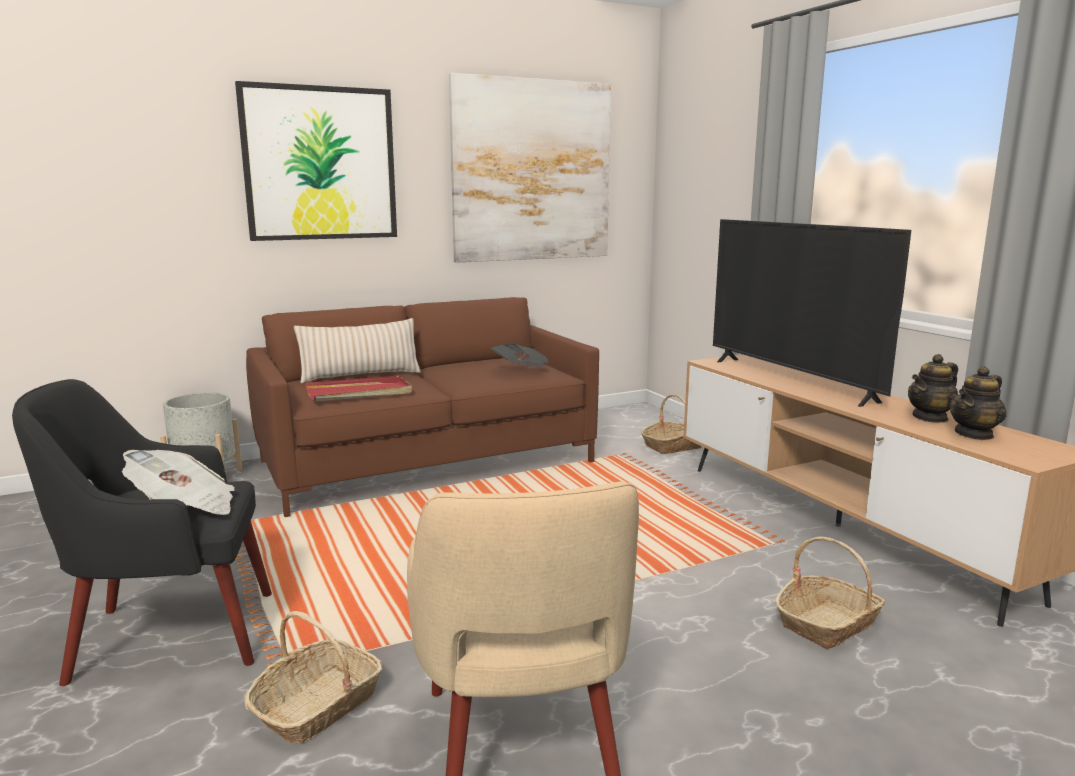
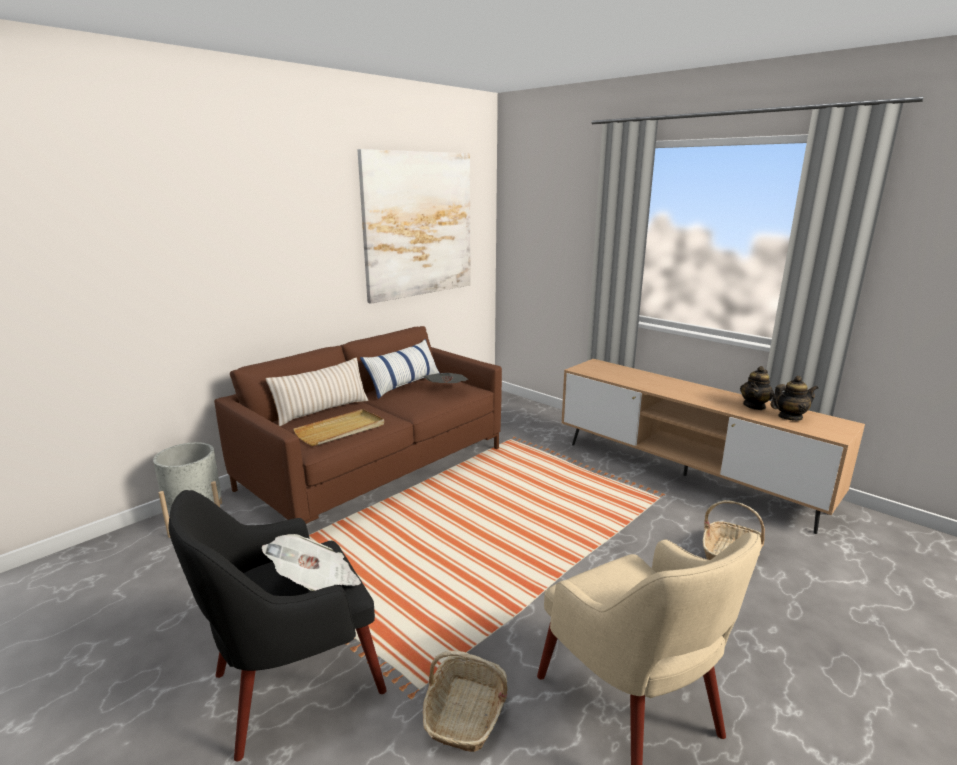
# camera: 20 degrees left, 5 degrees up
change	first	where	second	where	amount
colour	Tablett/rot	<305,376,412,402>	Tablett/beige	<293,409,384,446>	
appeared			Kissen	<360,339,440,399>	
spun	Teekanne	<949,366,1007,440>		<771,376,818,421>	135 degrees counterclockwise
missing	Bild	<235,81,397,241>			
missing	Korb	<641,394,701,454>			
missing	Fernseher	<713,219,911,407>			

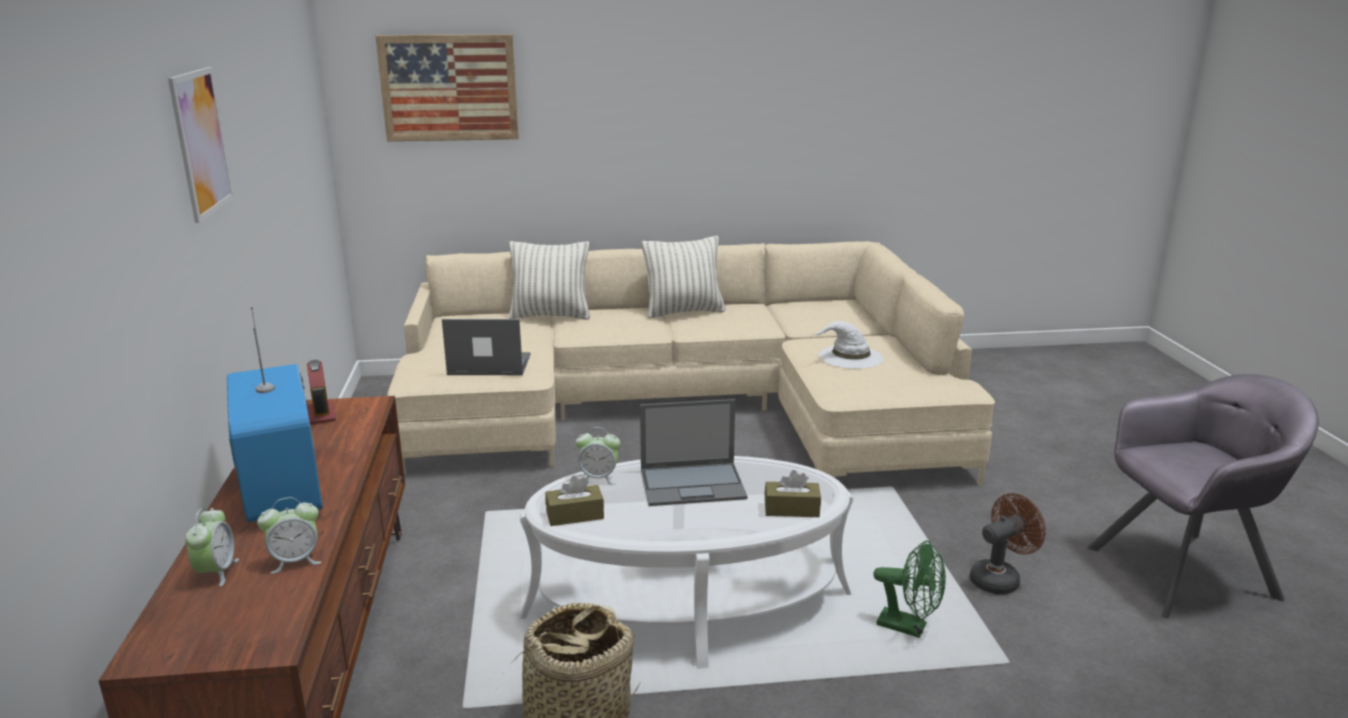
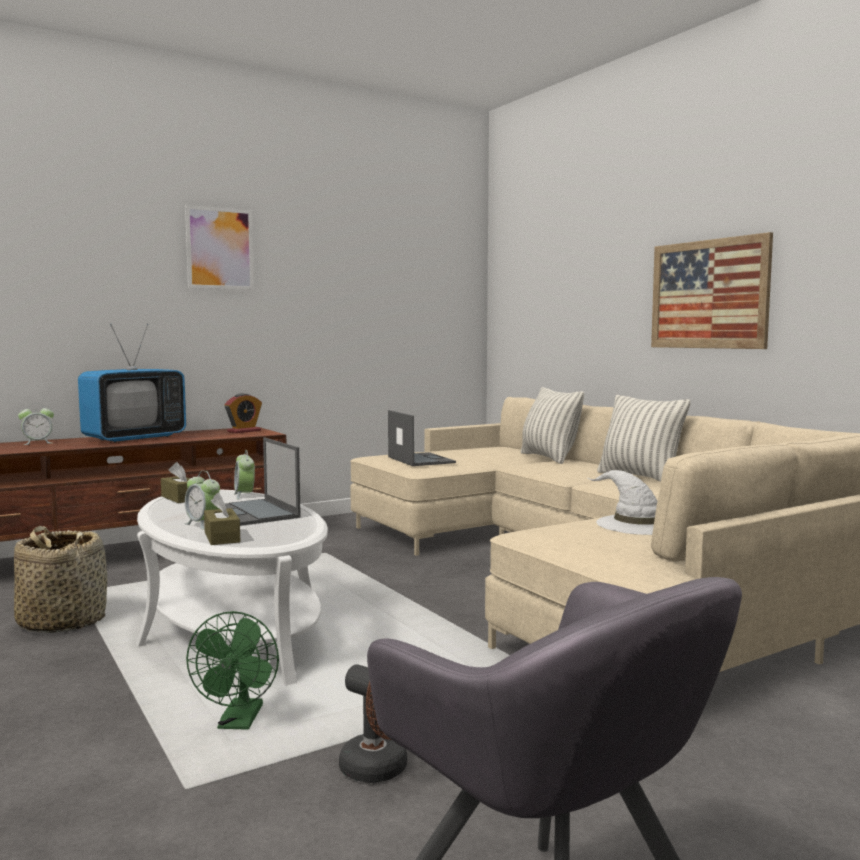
# camera: 65 degrees right, 15 degrees down
change	first	where	second	where	amount
relocated	Wecker	<257,497,322,574>		<185,471,220,530>	
relocated	Bild	<375,34,519,142>		<651,232,773,349>	

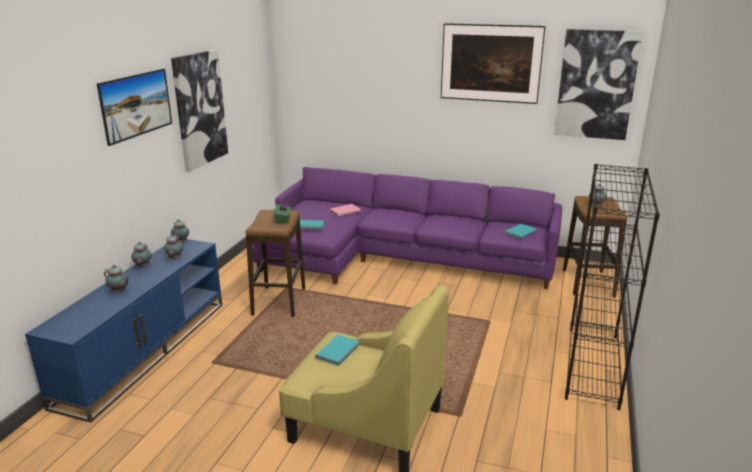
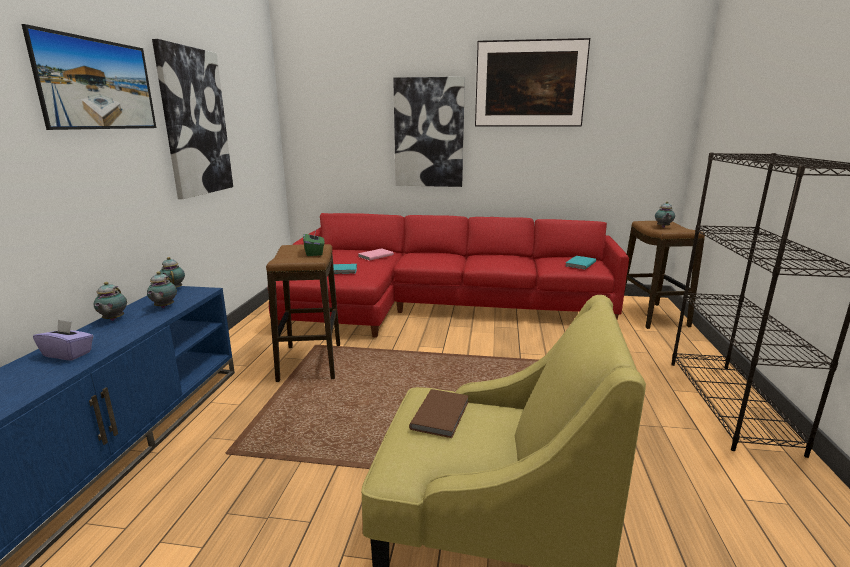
# camera: 10 degrees left, 5 degrees down
change	first	where	second	where	amount
exchanged	Teekanne	<104,265,130,292>	Taschentuchbox/lila	<33,319,93,360>	
colour	Sofa/lila	<253,167,562,289>	Sofa/rot	<268,213,629,338>	
relocated	Bild	<554,29,643,140>		<393,77,465,187>	
colour	Buch/türkis	<315,335,360,366>	Buch/braun	<409,389,469,438>	

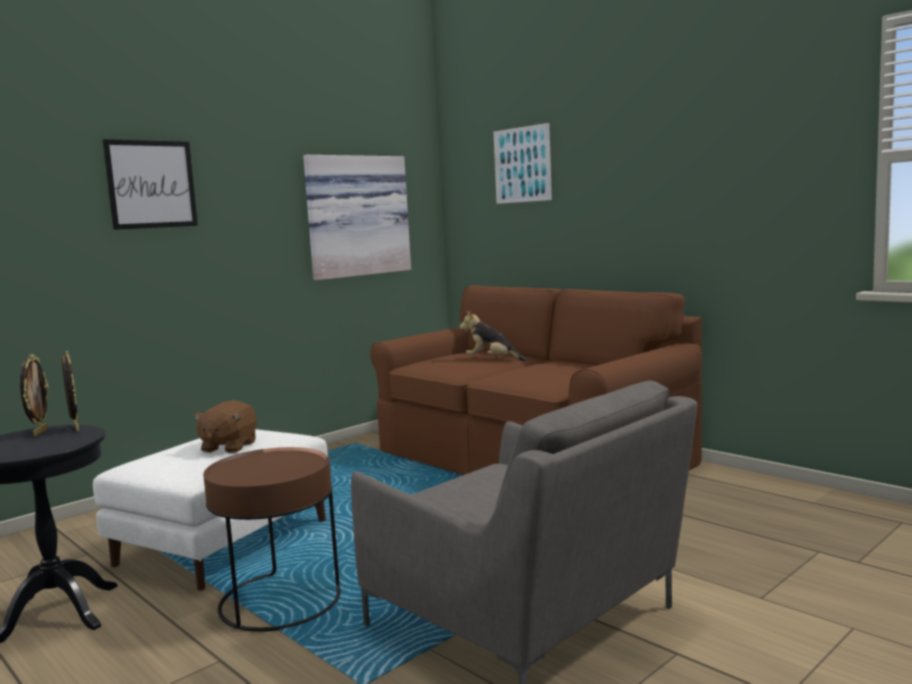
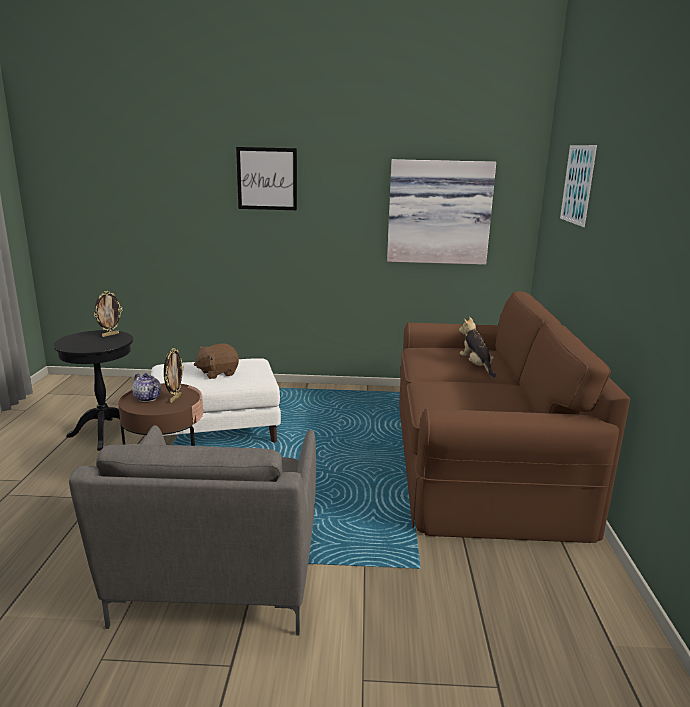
# camera: 45 degrees right, 10 degrees up
change	first	where	second	where	amount
appeared			Teekanne	<132,373,161,402>	
relocated	Bilderrahmen	<62,351,79,431>		<164,348,184,403>	

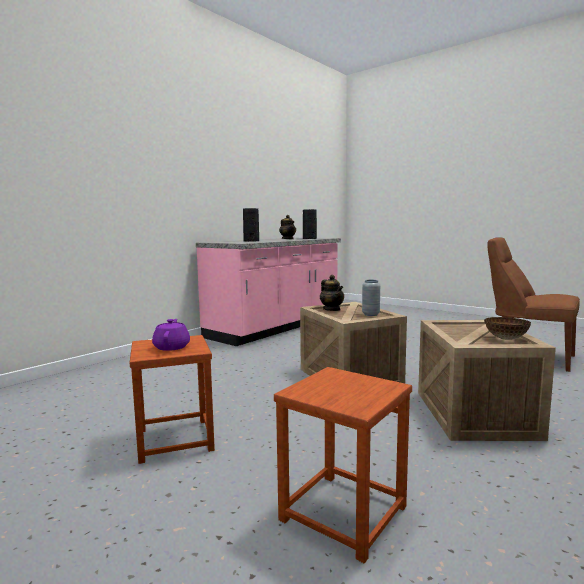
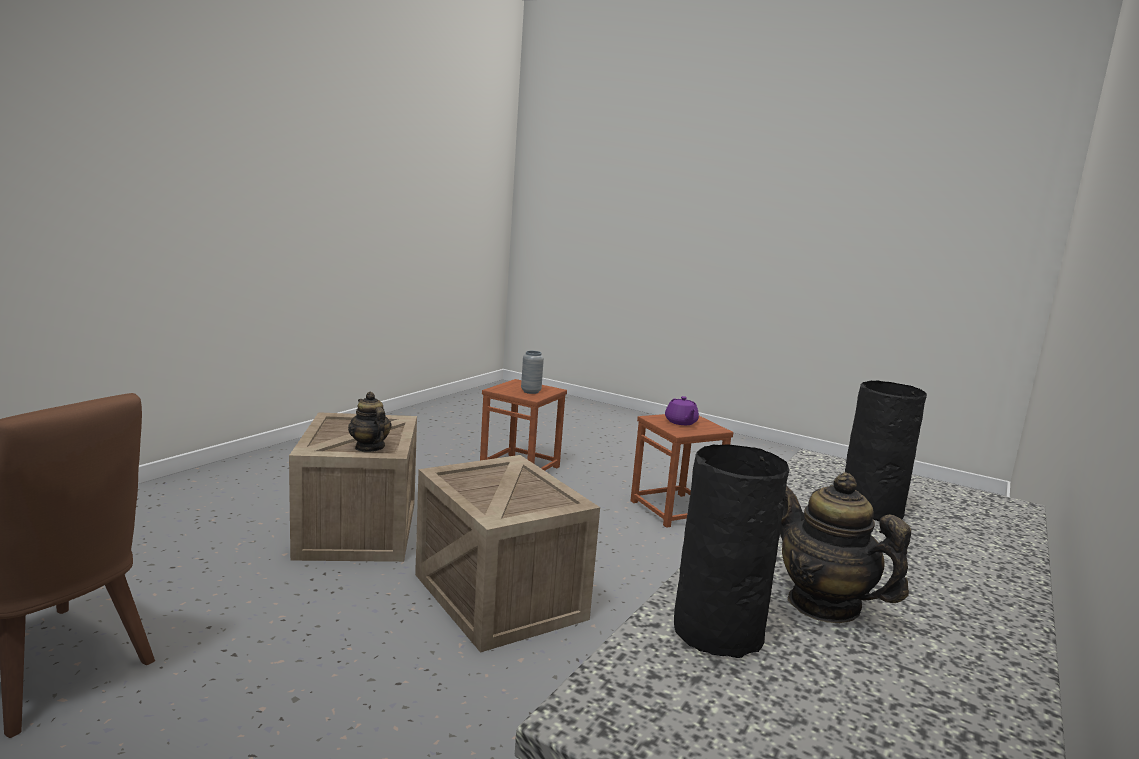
# camera: 170 degrees right, 5 degrees up
change	first	where	second	where	amount
relocated	Teekanne	<320,275,344,311>		<348,392,392,452>	
relocated	Vase/grau	<362,280,380,316>		<521,351,544,394>	
missing	Schüssel	<484,317,531,340>			

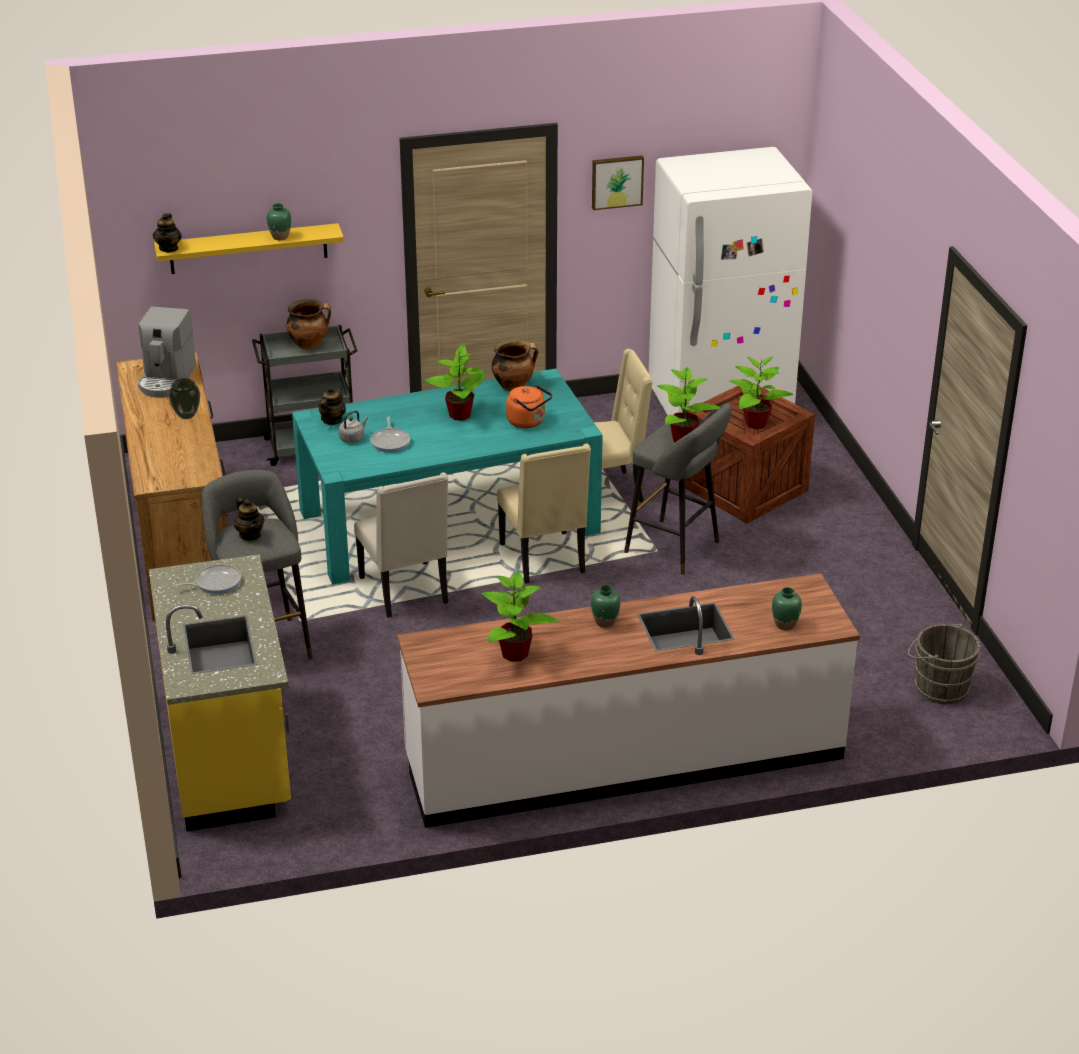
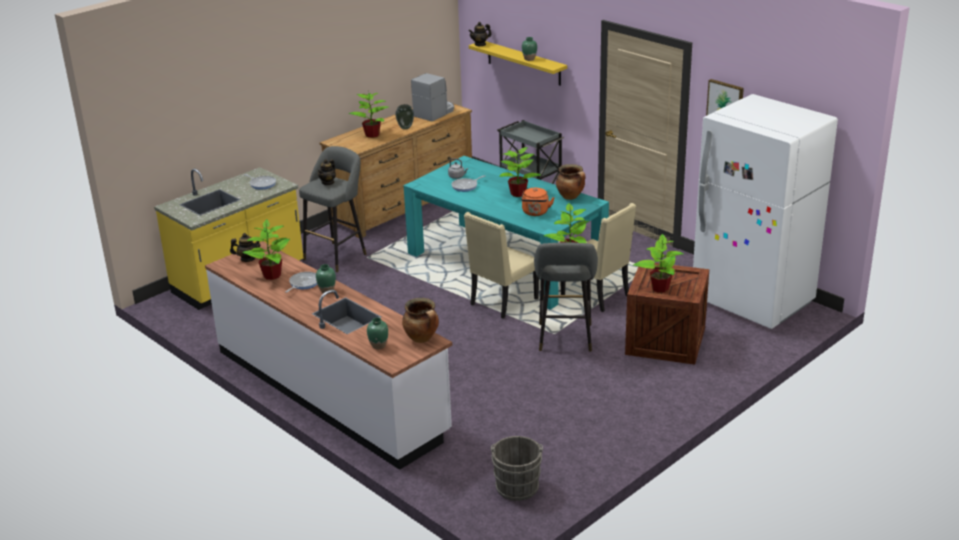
# camera: 60 degrees right, 5 degrees down
change	first	where	second	where	amount
relocated	Teekanne	<318,386,346,425>		<230,233,260,262>	
appeared			Pfanne	<285,272,318,293>	
appeared			Topfpflanze	<348,93,388,138>	
relocated	Kochtopf	<287,299,331,350>		<402,298,439,343>	
spun	Kaffeemaschine	<138,306,196,398>		<411,73,454,121>	150 degrees clockwise
missing	Stuhl/beige	<354,472,448,617>			

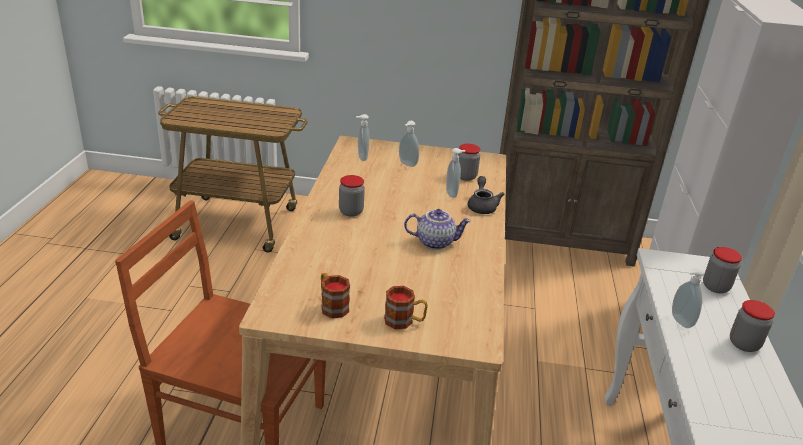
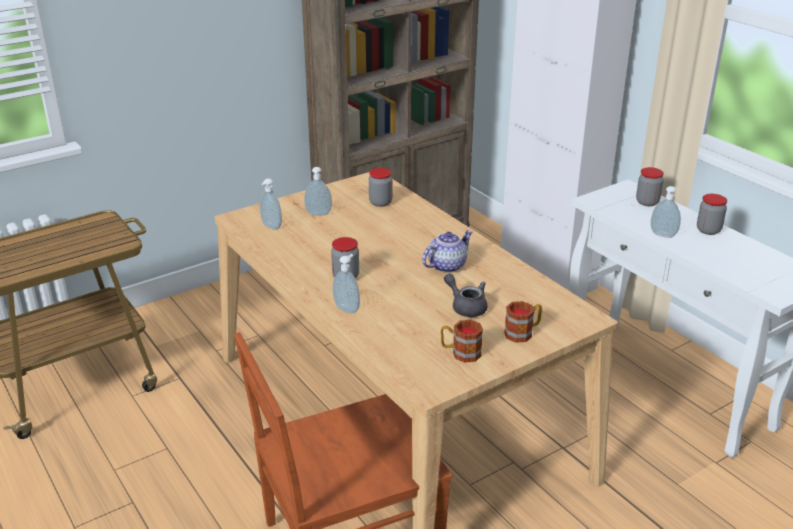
# camera: 40 degrees left, 0 degrees up
change	first	where	second	where	amount
relocated	Seifenspender	<446,148,465,198>		<333,254,360,314>	
relocated	Teekanne/grau	<468,176,504,214>		<444,273,488,317>	

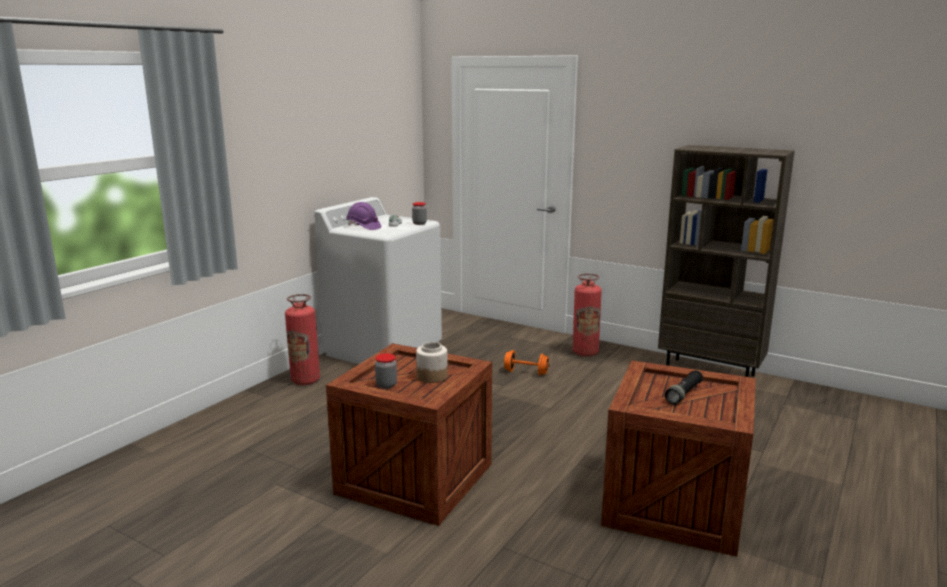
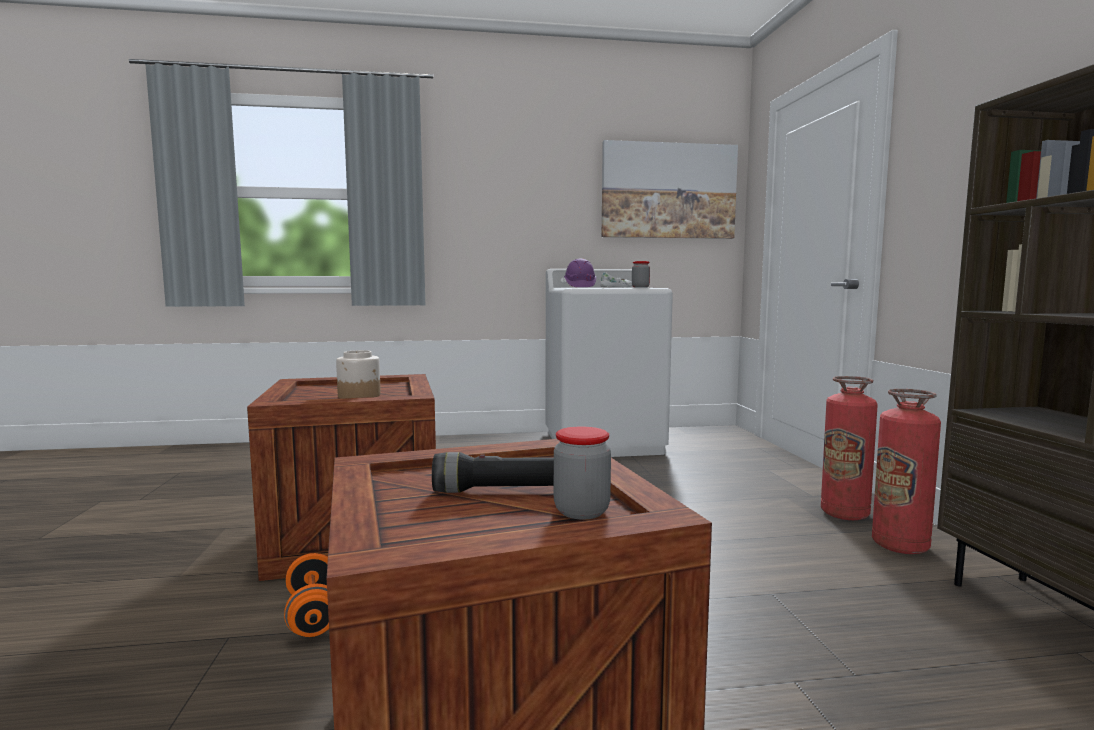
# camera: 50 degrees right, 10 degrees down
change	first	where	second	where	amount
relocated	Hantel/orange	<504,350,550,375>		<284,553,329,637>	
relocated	Vorratsglas	<375,353,397,389>		<554,427,611,520>	
appeared			Bild	<602,140,738,239>	
relocated	Feuerlöscher	<285,294,320,385>		<872,389,941,554>	

